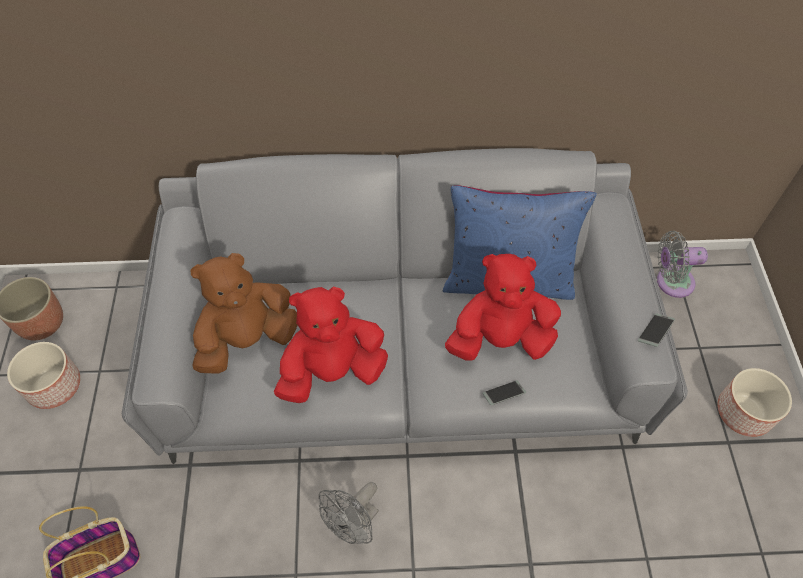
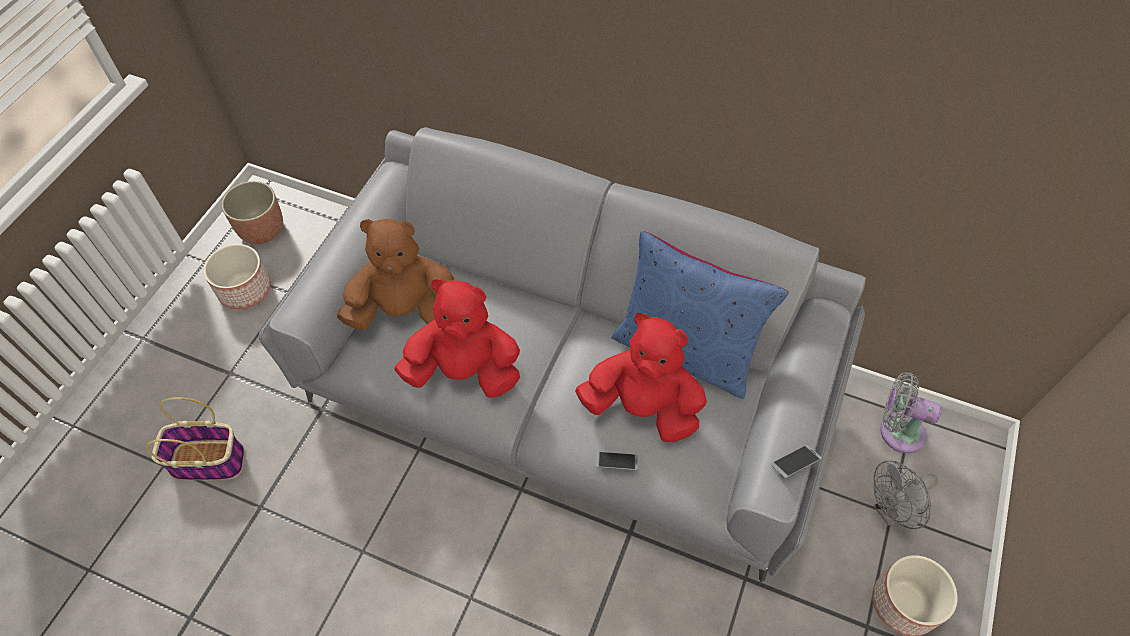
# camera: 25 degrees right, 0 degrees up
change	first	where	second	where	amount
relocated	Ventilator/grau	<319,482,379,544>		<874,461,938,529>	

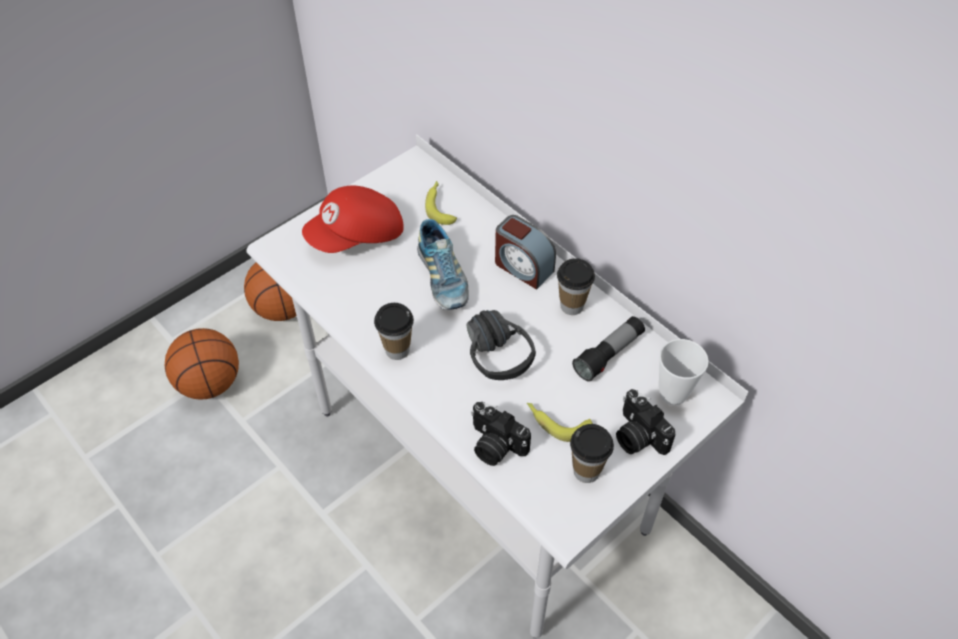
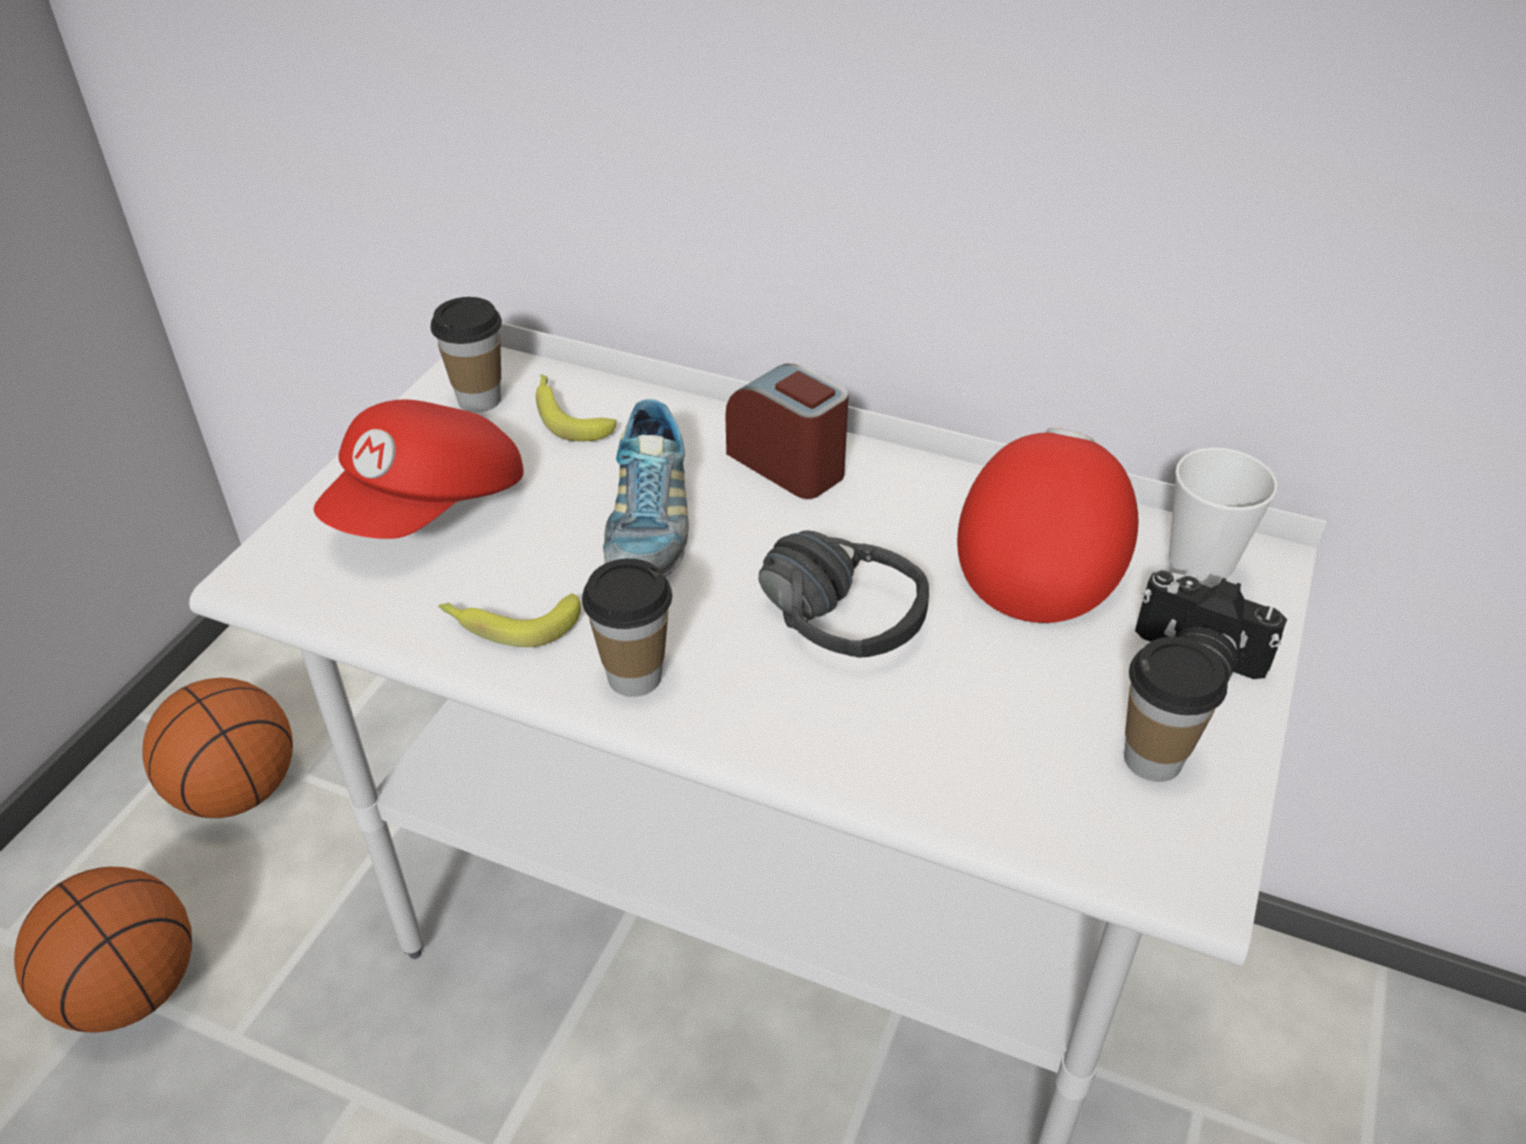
# camera: 25 degrees left, 10 degrees down
change	first	where	second	where	amount
relocated	Tasse	<557,258,595,315>		<431,297,502,412>	
relocated	Banane	<527,403,593,442>		<438,593,581,647>	
spun	Schuh	<417,219,469,310>		<603,399,689,576>	45 degrees clockwise
spun	Wecker	<495,215,556,289>		<725,363,849,499>	150 degrees counterclockwise
exchanged	Taschenlampe	<572,316,645,382>	Kappe/rot	<957,428,1138,623>	
missing	Kamera	<471,402,531,466>			

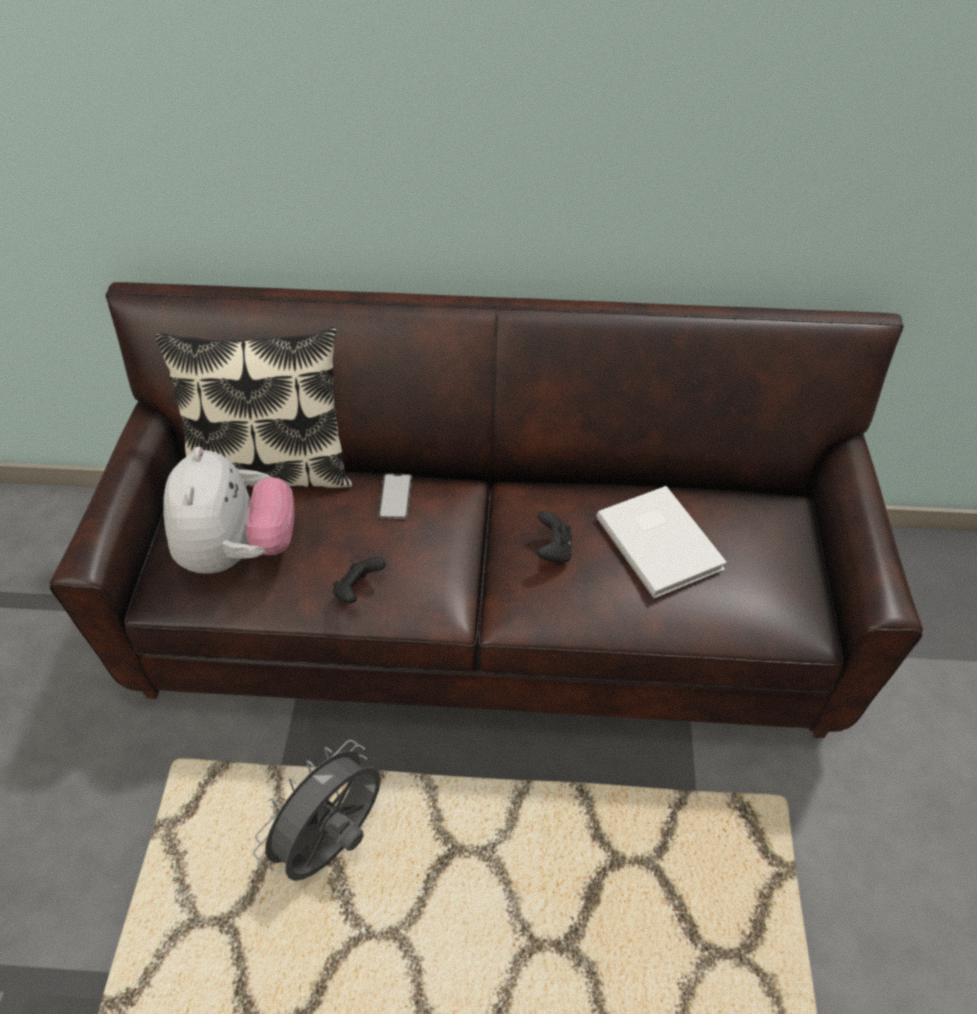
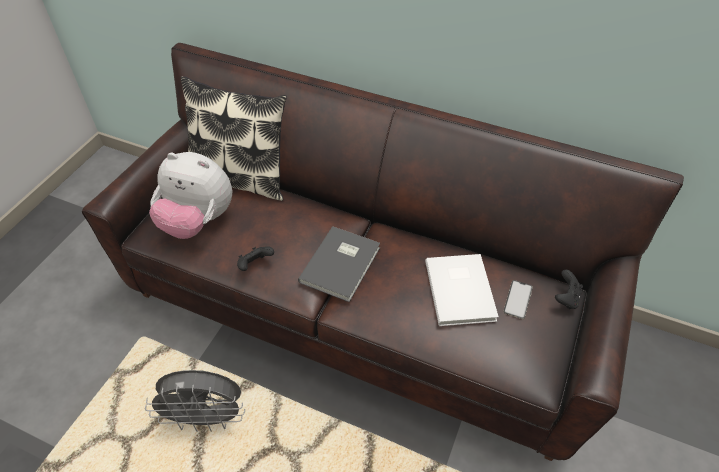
# camera: 20 degrees right, 0 degrees up
change	first	where	second	where	amount
spun	Ventilator/grau	<253,740,381,881>		<145,370,245,432>	150 degrees counterclockwise
spun	Plüschtier	<164,447,294,574>		<149,152,232,239>	90 degrees clockwise
appeared			Buch/grau	<298,226,380,302>	
relocated	Handy	<378,473,412,519>		<503,280,533,319>	
relocated	Gamepad/schwarz	<536,510,572,564>		<555,270,583,309>	

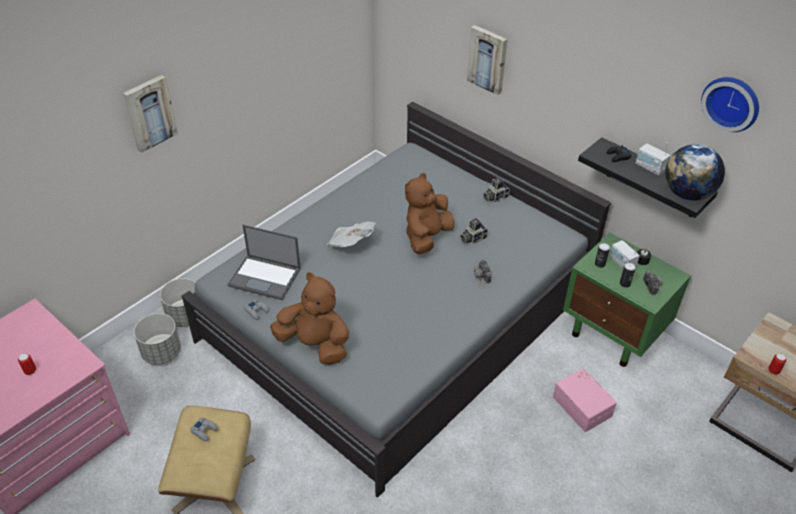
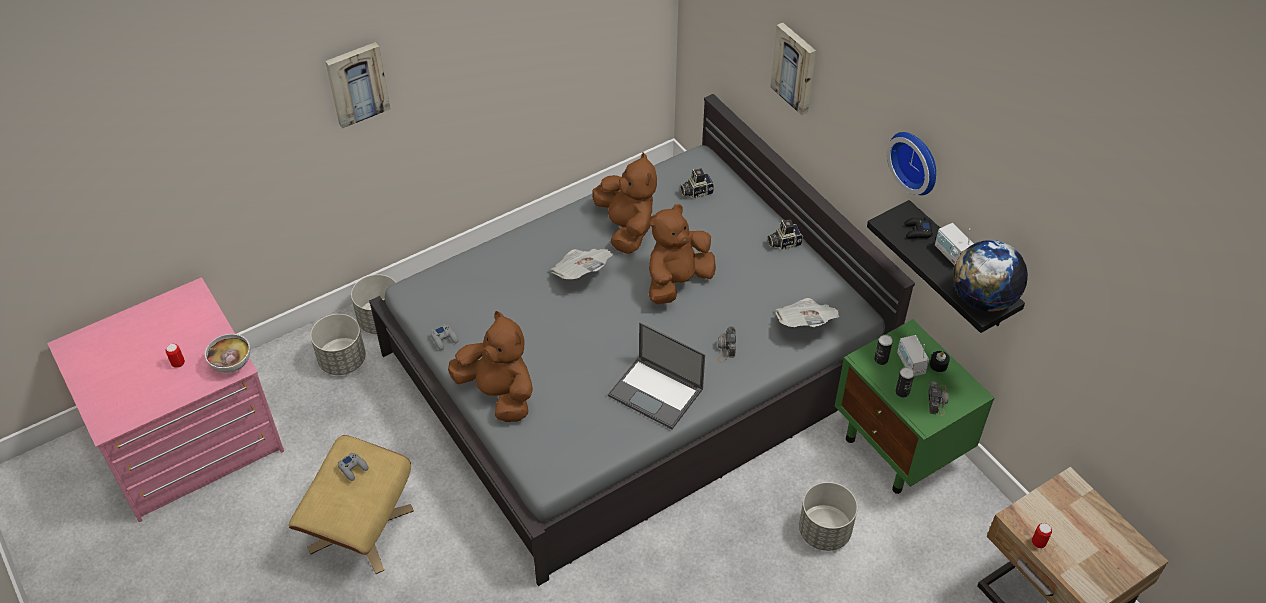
# camera: 15 degrees right, 5 degrees up
change	first	where	second	where	amount
appeared			Schüssel	<205,334,250,373>	
appeared			Plüschtier/braun	<592,152,657,254>	
relocated	Laptop	<227,225,301,300>		<608,322,705,429>	
relocated	Kamera	<460,218,488,244>		<680,169,714,199>	
appeared			Zeitung	<776,298,839,327>	
exchanged	Aufbewahrungsbox/rosa	<553,368,617,432>	Pflanzkübel/grau	<799,482,858,551>	
relocated	Wanduhr	<701,77,759,132>		<887,132,936,195>	

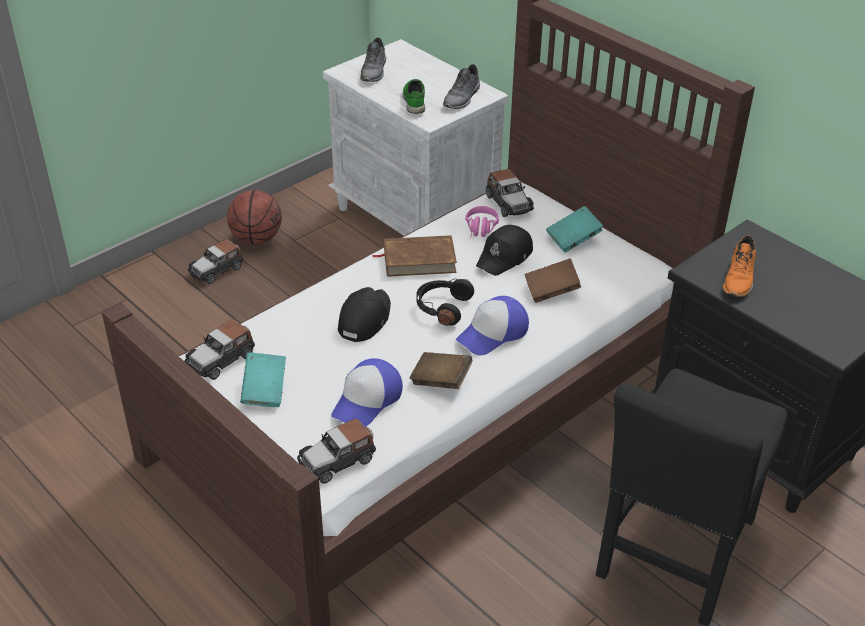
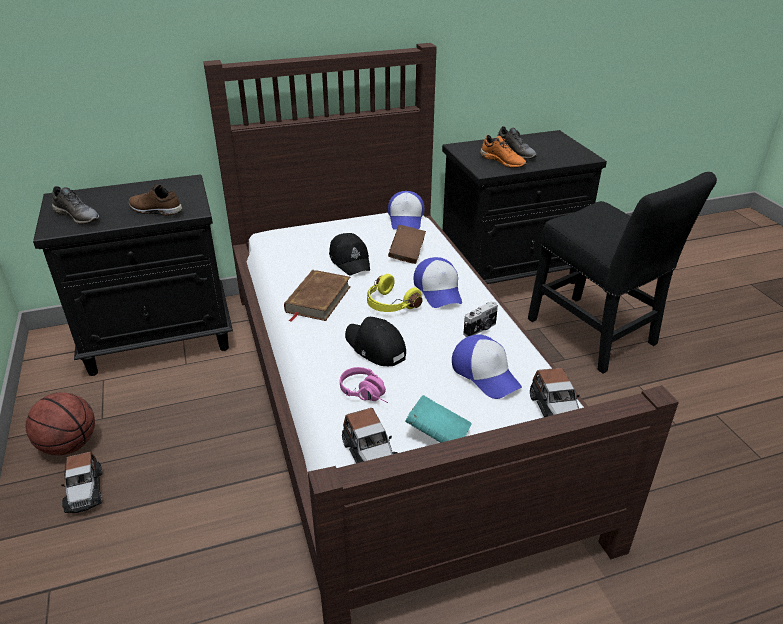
# camera: 65 degrees left, 5 degrees down
change	first	where	second	where	amount
colour	Nachttisch/weiß	<323,39,508,236>	Nachttisch/schwarz	<33,174,233,376>	
colour	Schuh/grün	<402,79,425,114>	Schuh/braun	<128,184,183,216>	
relocated	Kopfhörer/rosa	<465,206,499,238>		<340,367,388,403>	
colour	Kopfhörer/schwarz	<416,278,474,326>	Kopfhörer/gelb	<367,274,423,312>	
appeared			Kappe	<388,191,424,230>	
exchanged	Buch/braun	<410,352,472,389>	Kamera	<463,301,498,337>	
relocated	Schuh/grau	<443,64,480,109>		<498,126,537,159>	
missing	Spielzeugauto	<486,169,534,217>			
missing	Buch/türkis	<546,206,603,253>			

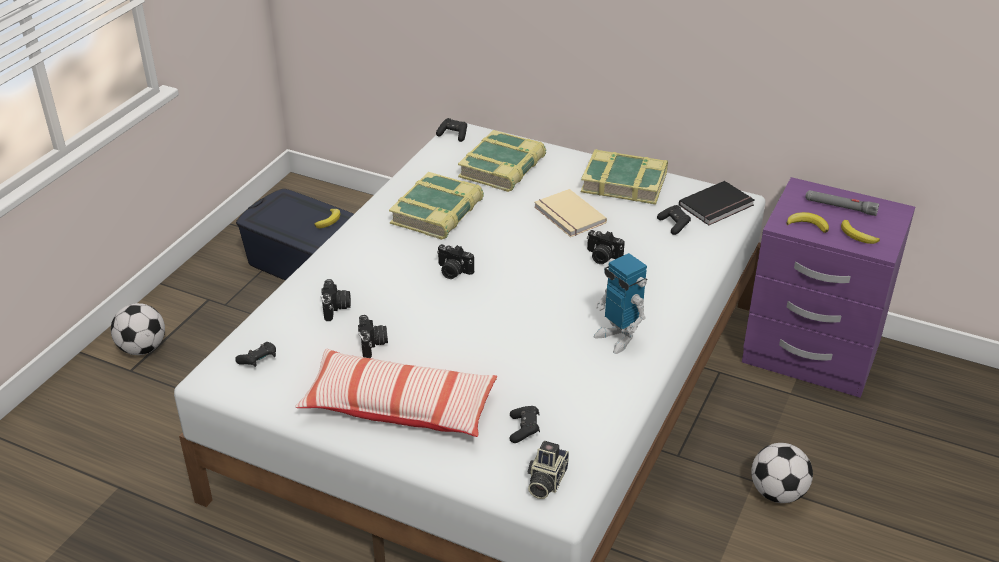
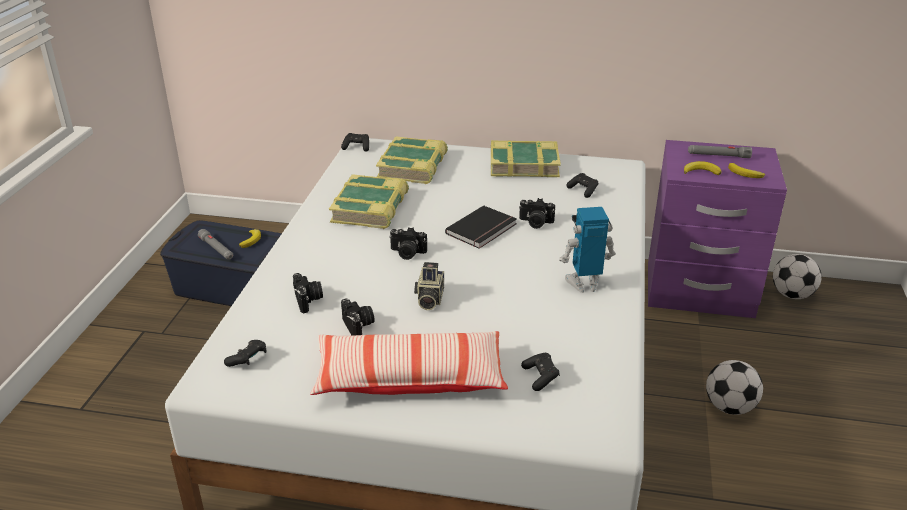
# camera: 15 degrees left, 5 degrees down
change	first	where	second	where	amount
appeared			Taschenlampe/grau	<198,229,233,260>	
relocated	Kamera	<527,440,569,499>		<414,262,444,310>	
relocated	Buch/schwarz	<679,181,755,225>		<445,205,517,249>	
spun	Spielzeugroboter	<594,253,647,354>		<559,207,616,293>	135 degrees clockwise
relocated	Fußball	<111,303,165,355>		<773,254,822,299>	
missing	Buch/beige	<534,189,607,237>			

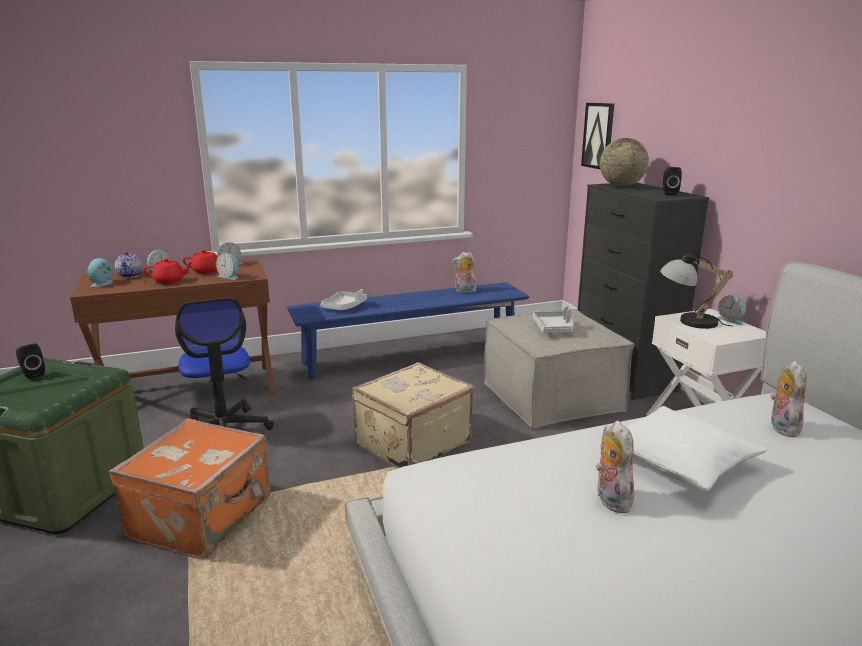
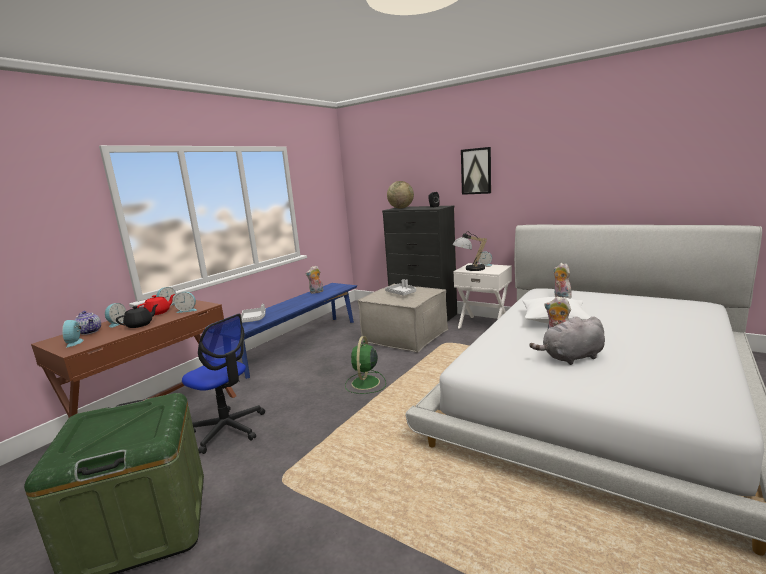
# camera: 35 degrees left, 5 degrees down
change	first	where	second	where	amount
colour	Teekanne/rot	<143,258,193,284>	Teekanne/schwarz	<116,304,158,328>	
exchanged	Koffer/beige	<352,362,474,469>	Ventilator/grün	<345,336,386,394>	
relocated	Bild	<581,103,614,169>		<461,147,491,195>	
appeared			Plüschtier/grau	<529,316,605,365>	
missing	Lautsprecher/schwarz	<16,343,45,379>			
missing	Koffer/orange	<109,418,271,560>			

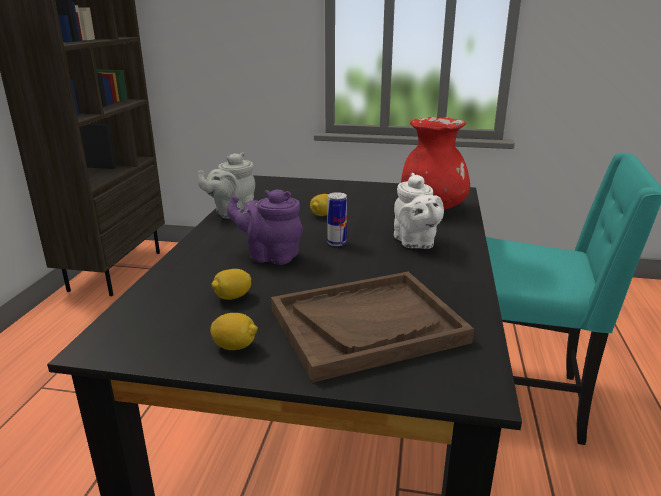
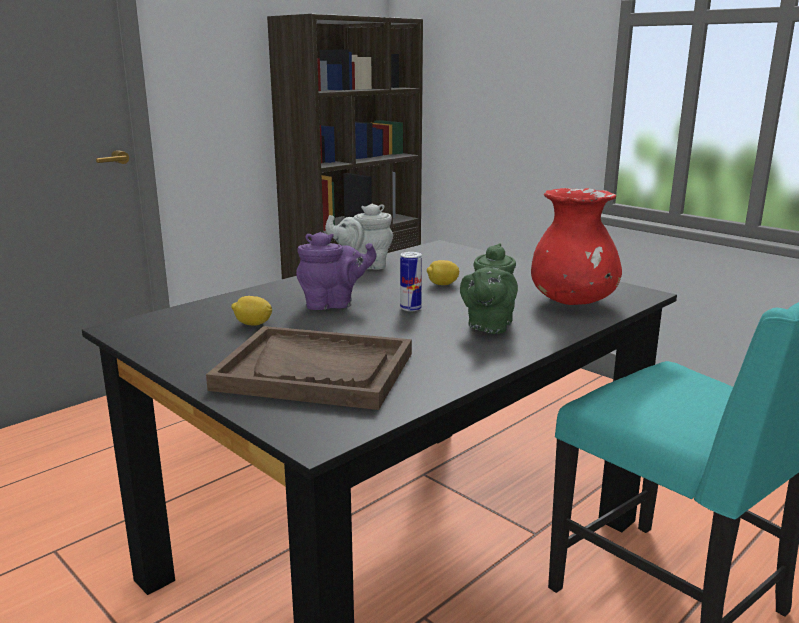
# camera: 35 degrees right, 5 degrees down
change	first	where	second	where	amount
spun	Teekanne/lila	<227,189,303,265>		<296,232,376,310>	120 degrees clockwise
colour	Teekanne/weiß	<394,173,444,249>	Teekanne/grün	<460,243,518,334>	
missing	Zitrone	<210,313,258,350>			

